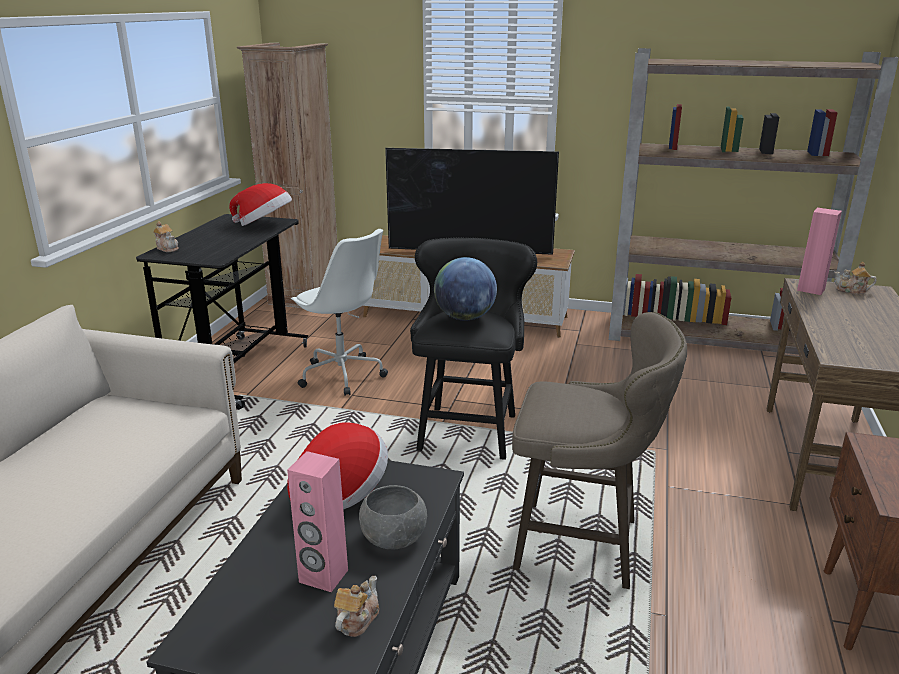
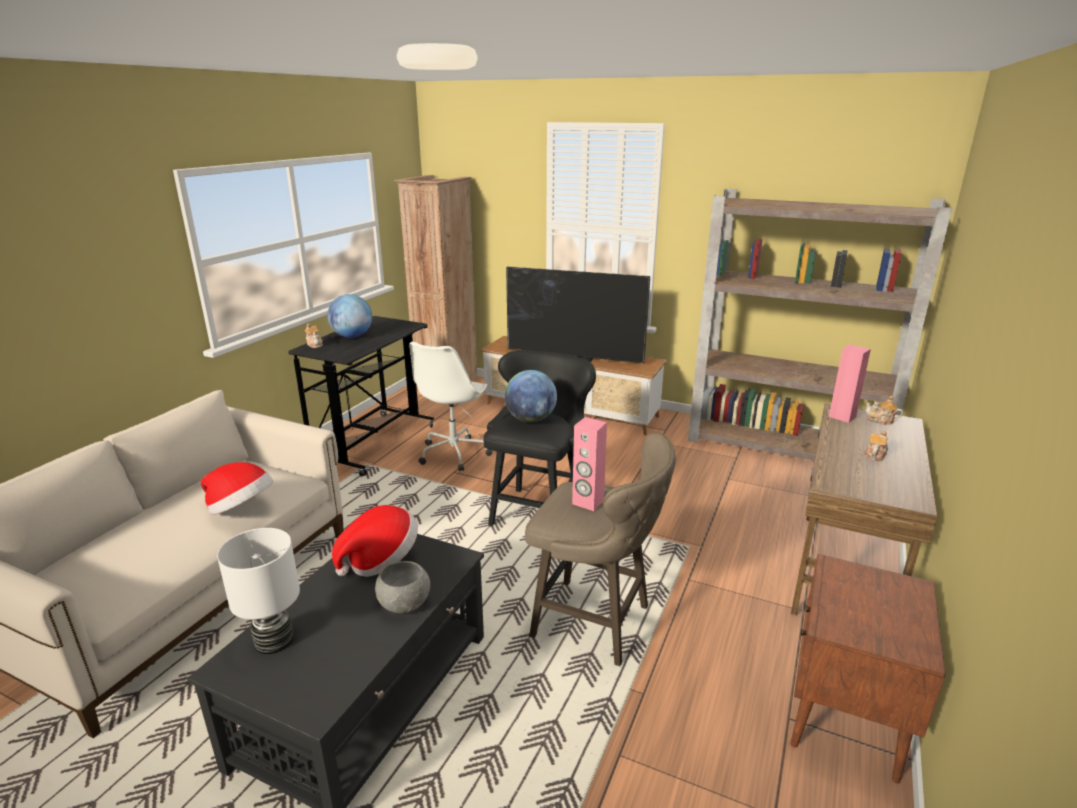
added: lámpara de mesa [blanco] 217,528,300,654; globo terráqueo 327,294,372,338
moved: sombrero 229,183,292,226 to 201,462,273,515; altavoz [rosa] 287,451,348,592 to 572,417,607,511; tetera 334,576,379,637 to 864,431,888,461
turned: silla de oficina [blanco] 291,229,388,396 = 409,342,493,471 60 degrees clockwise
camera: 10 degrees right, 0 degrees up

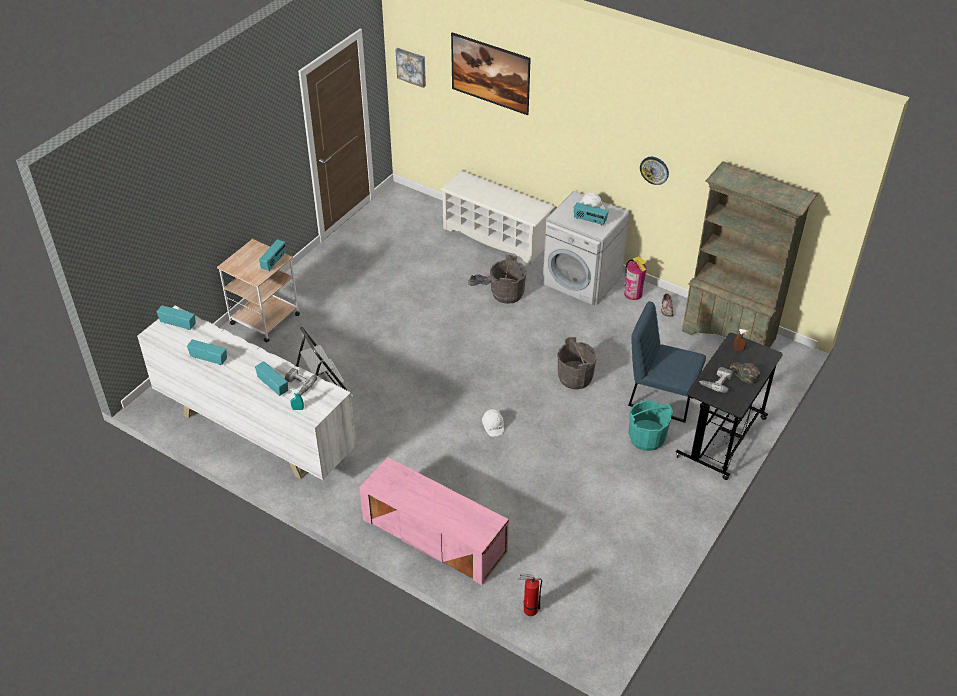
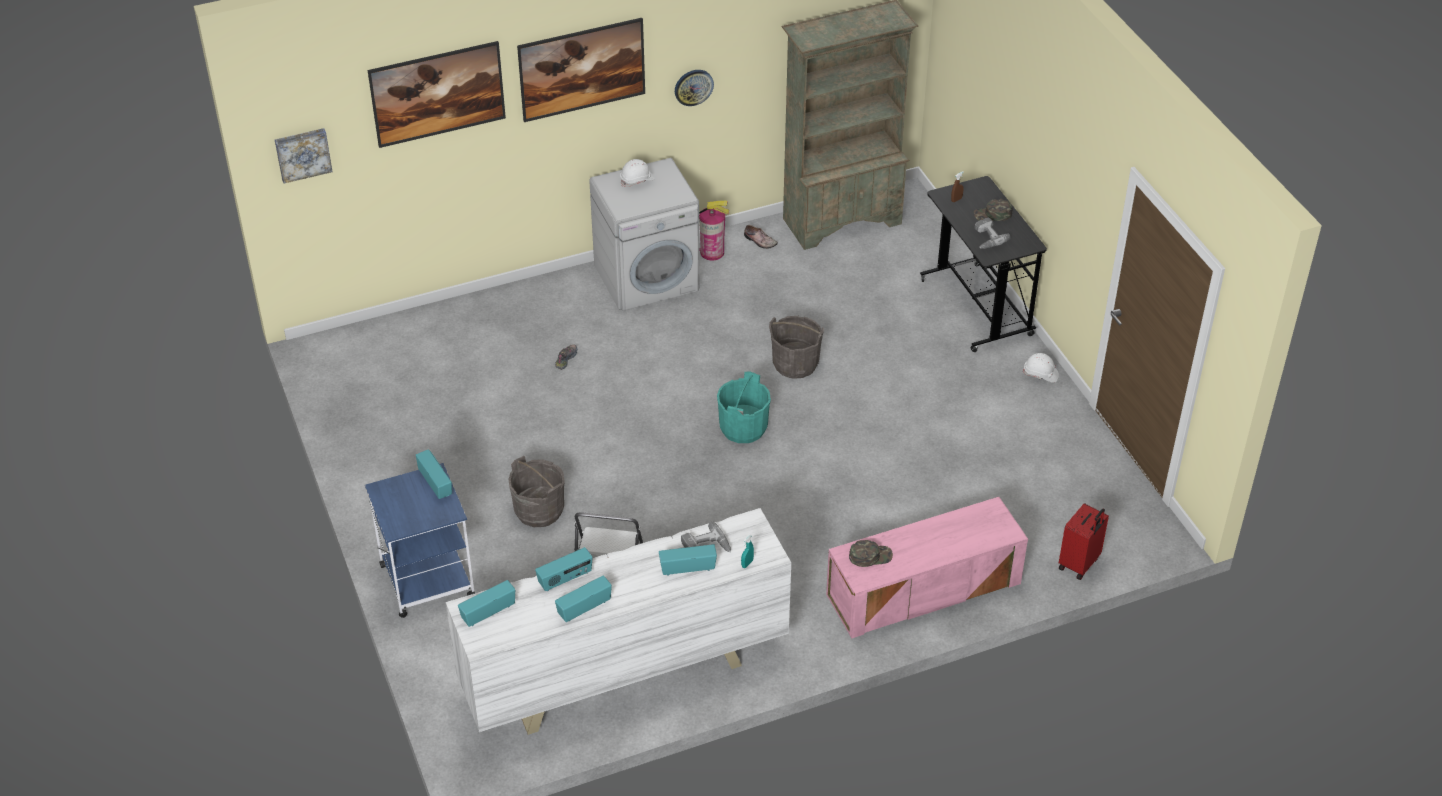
removed: zapatero [blanco] 440,171,554,265; silla [azul] 628,301,706,423
added: cuadro 517,18,645,122; gorra [verde] 849,540,893,567
moved: cubo [gris] 490,255,527,304 to 508,456,565,527; radio 574,202,609,226 to 535,547,593,591; cubo [turquesa] 628,400,673,451 to 717,371,771,443; casco [blanco] 482,409,504,437 to 1023,353,1059,383
replaced: extintor 518,573,542,616 to maleta [rojo] 1059,503,1109,580
recoloured: carrito [beis] 217,239,300,342 to carrito [azul] 365,463,475,618
camera: 55 degrees left, 0 degrees up

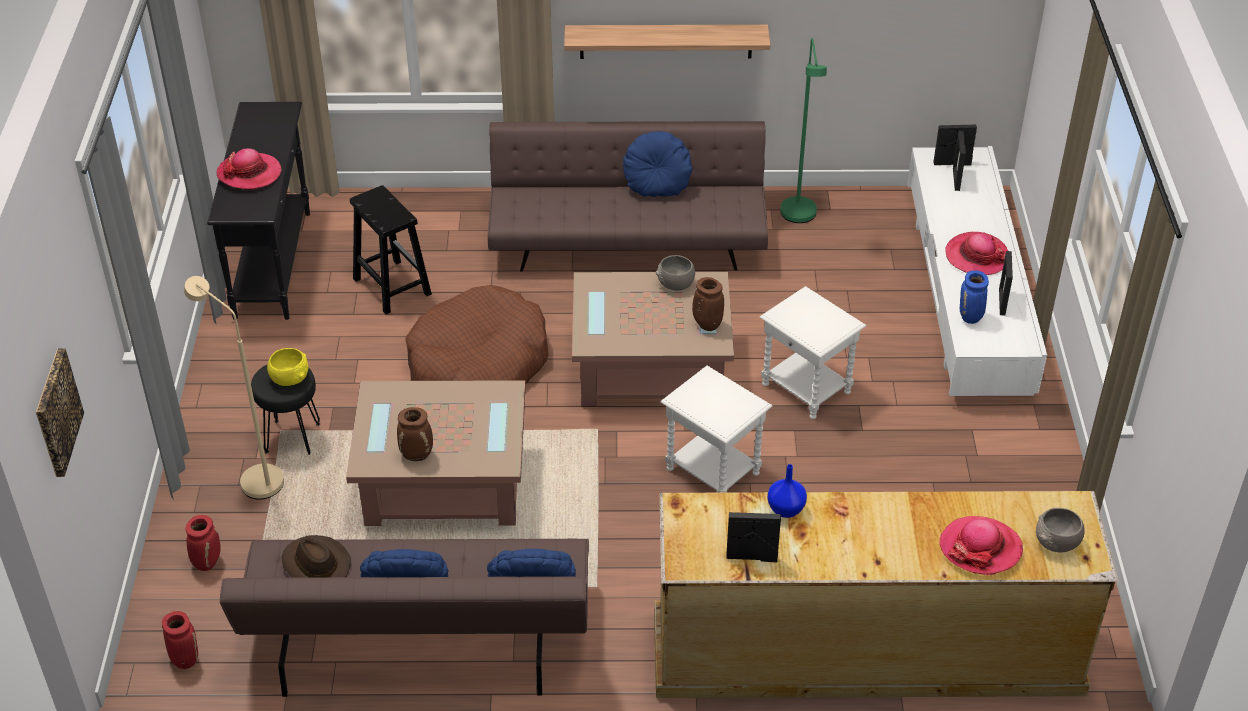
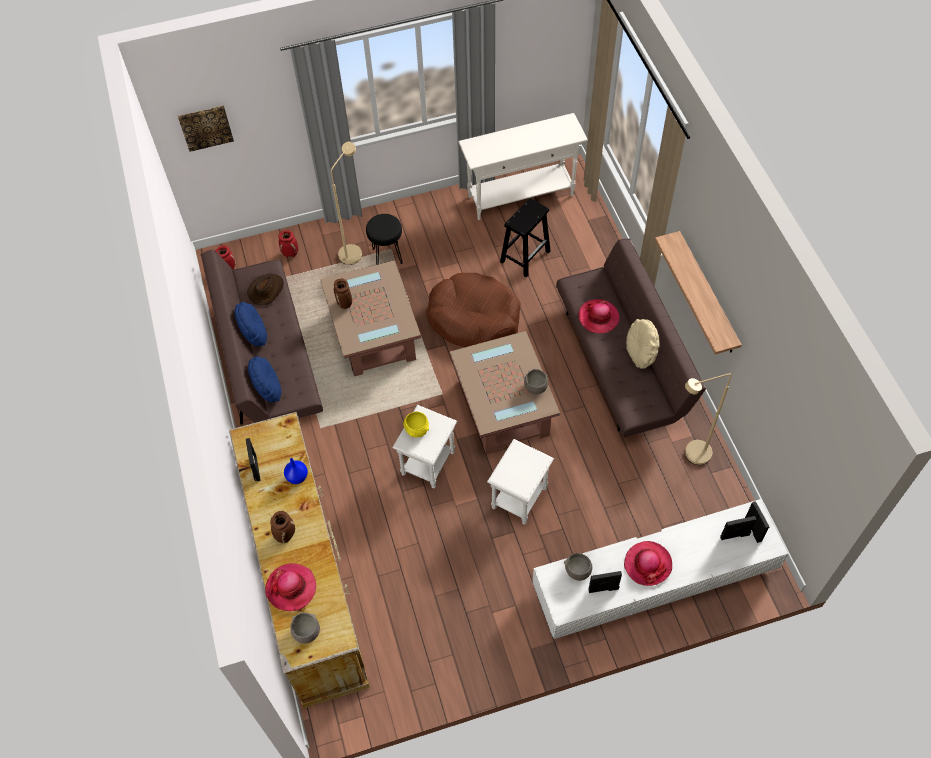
moved: florero [marrón] 692,277,724,331 to 270,511,295,543; cuenco [amarillo] 267,348,308,386 to 404,412,429,438; sombrero 217,148,282,190 to 579,299,620,333
replaced: florero [azul] 960,270,989,324 to cuenco [gris] 564,553,592,581
recoloured: mesa consola [negro] 207,102,310,320 to mesa consola [blanco] 458,113,588,220; cojín [azul] 623,131,693,197 to cojín [beis] 626,319,660,369; lámpara de pie [verde] 780,38,827,223 to lámpara de pie [beis] 685,374,732,465
camera: 75 degrees right, 15 degrees up

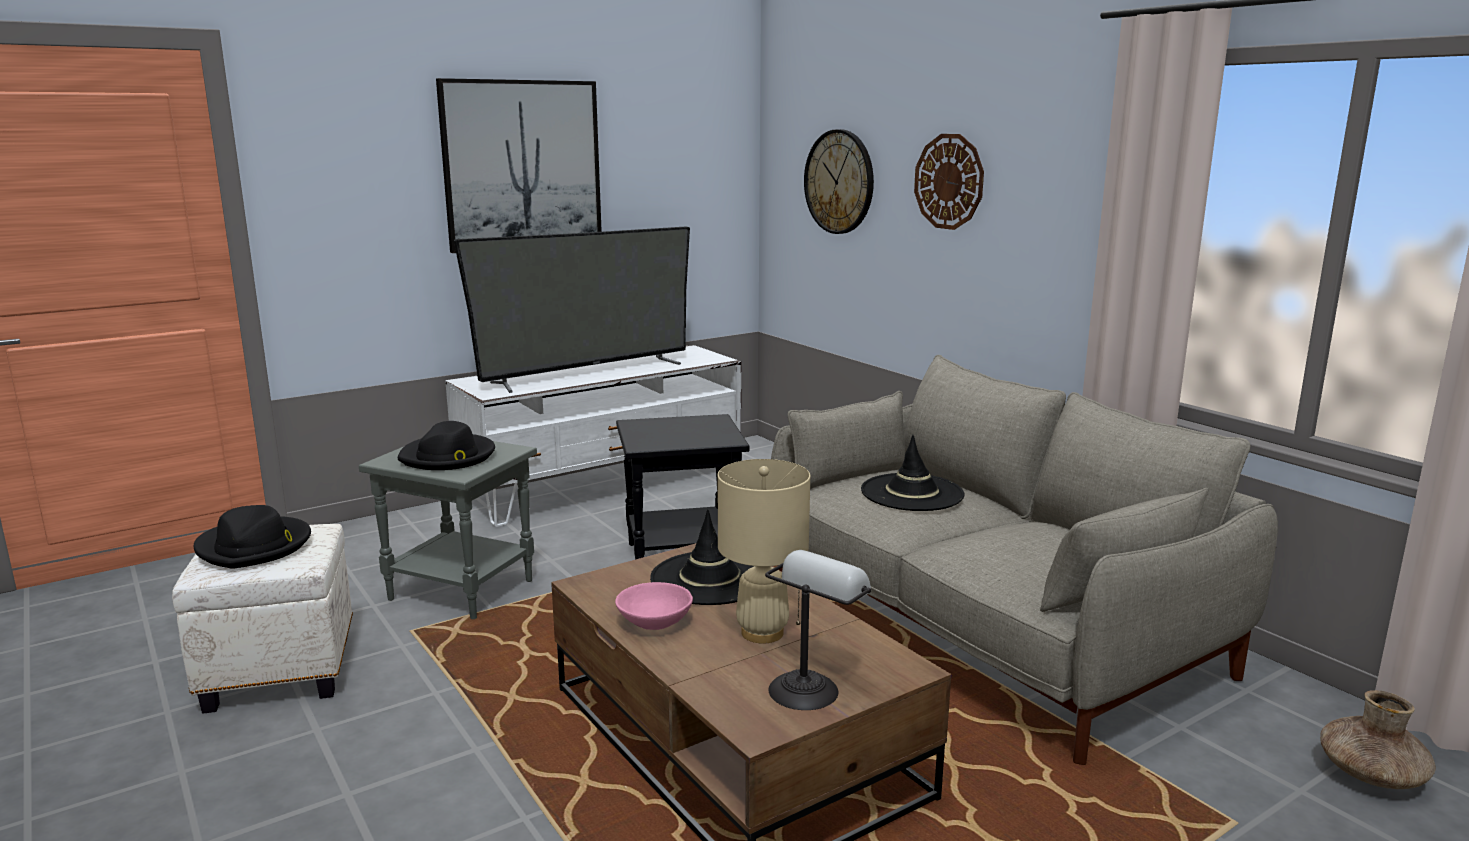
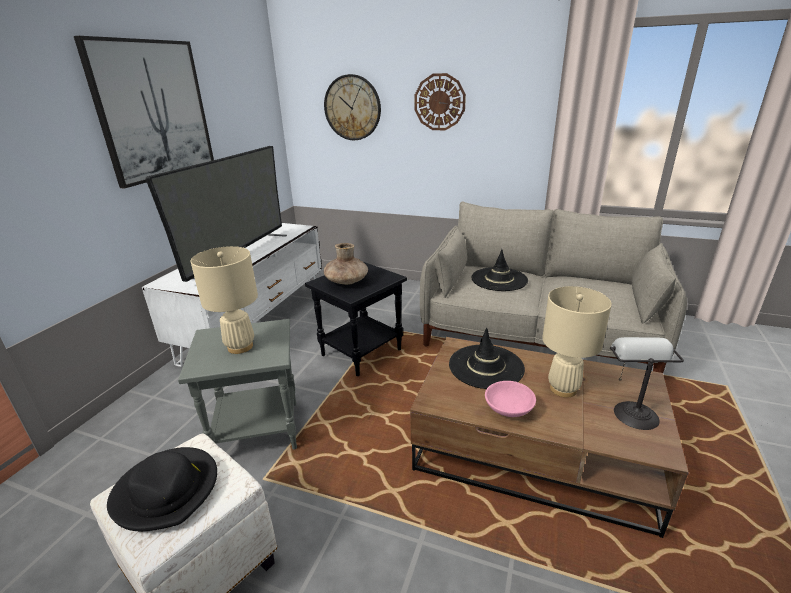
moved: florero [marrón] 1320,690,1436,789 to 324,243,368,285
replaced: sombrero [negro] 398,421,495,470 to lámpara de mesa [beis] 190,246,258,354
camera: 35 degrees left, 10 degrees up

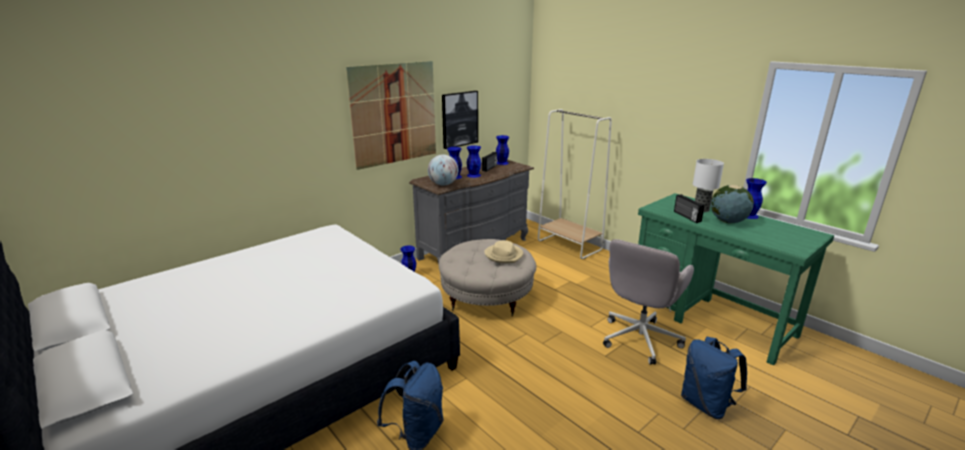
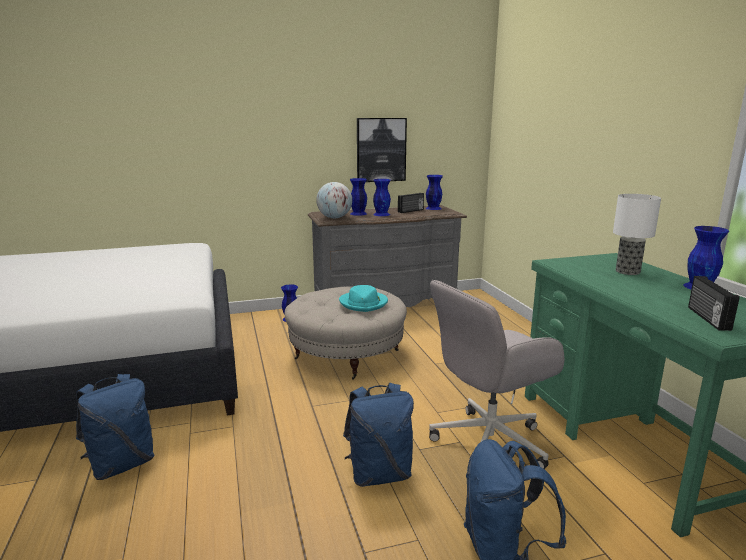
removed: cuadro 346,61,436,170; perchero 538,109,612,259; globo terráqueo 711,185,754,223
added: mochila [azul] 343,383,414,487
moved: radio 674,194,705,223 to 688,276,740,331
recoloured: sombrero [beis] 484,240,523,263 to sombrero [turquesa] 339,285,388,312
camera: 25 degrees right, 5 degrees down

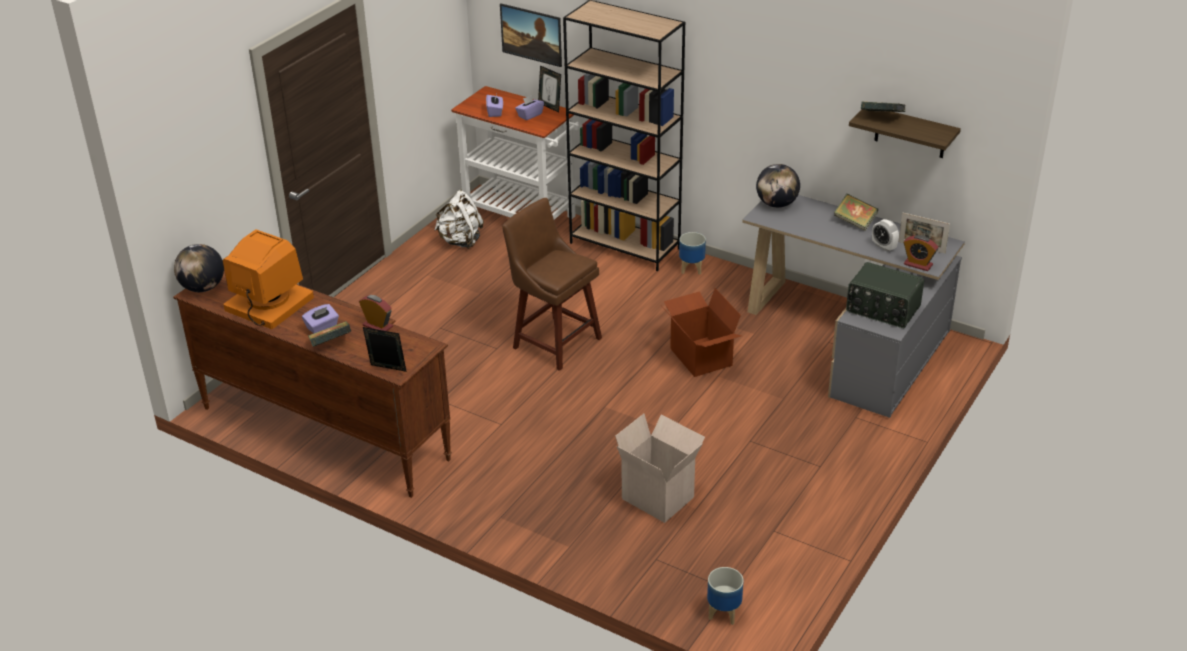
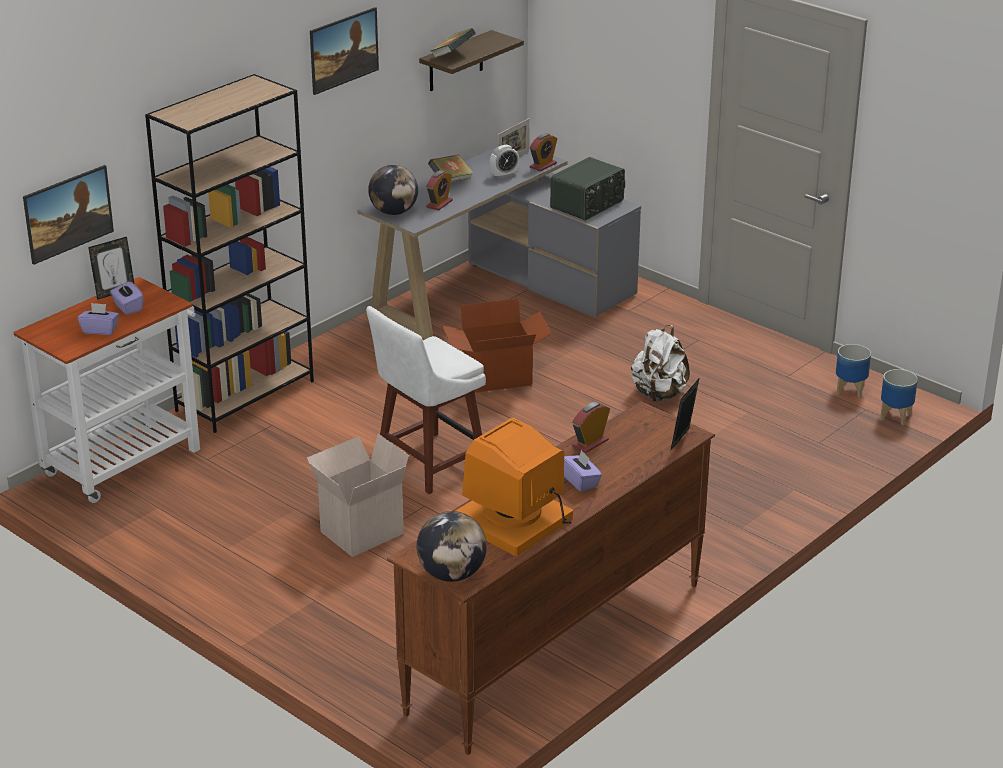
removed: libro 308,321,352,347
added: cuadro 310,7,379,95; despertador 426,170,453,211
moved: caja de cartón 615,414,705,523 to 307,434,409,557; mochila [blanco] 434,190,484,249 to 631,325,690,402; maceta 679,232,706,275 to 836,344,871,398
recoloured: silla [marrón] 502,198,602,371 to silla [blanco] 366,306,486,494
camera: 80 degrees left, 5 degrees down

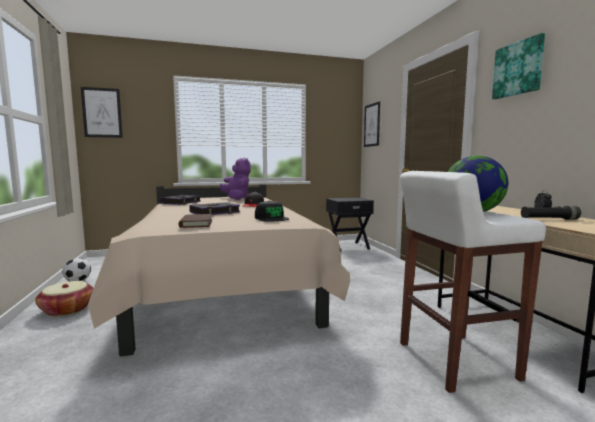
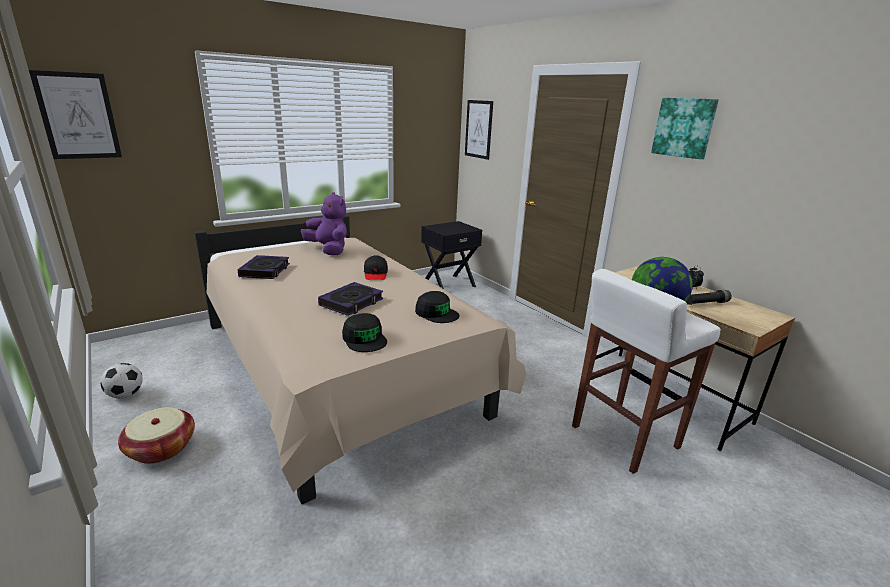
replaced: libro [marrón] 179,214,212,228 to gorra [negro] 342,313,387,352
camera: 20 degrees left, 15 degrees up

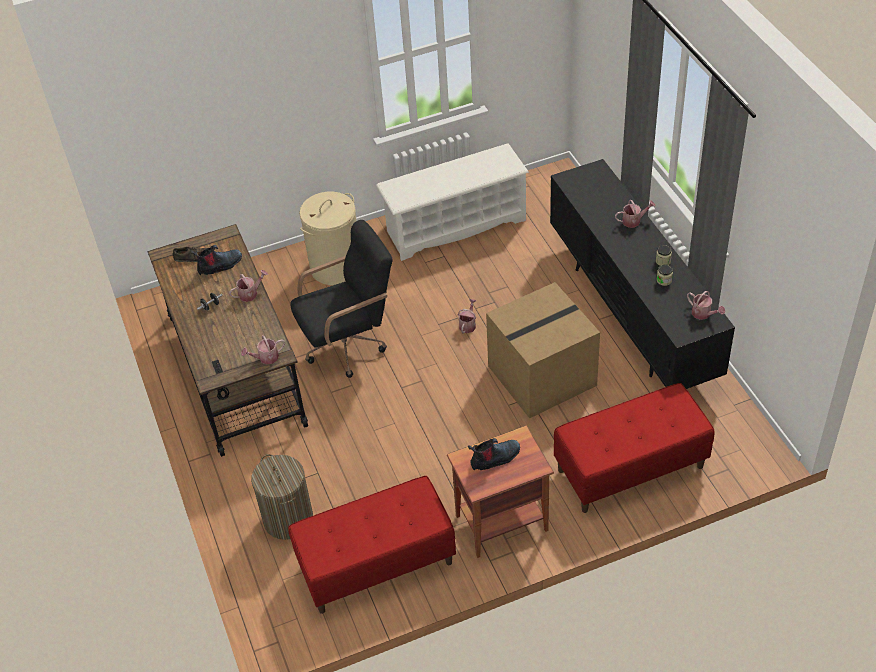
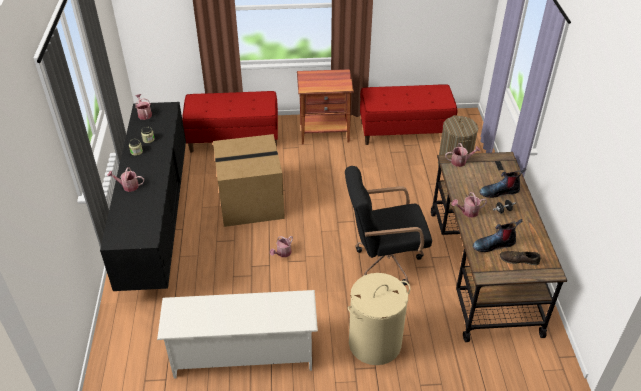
moved: bota 468,438,520,470 to 479,168,526,198
camera: 165 degrees left, 5 degrees down

